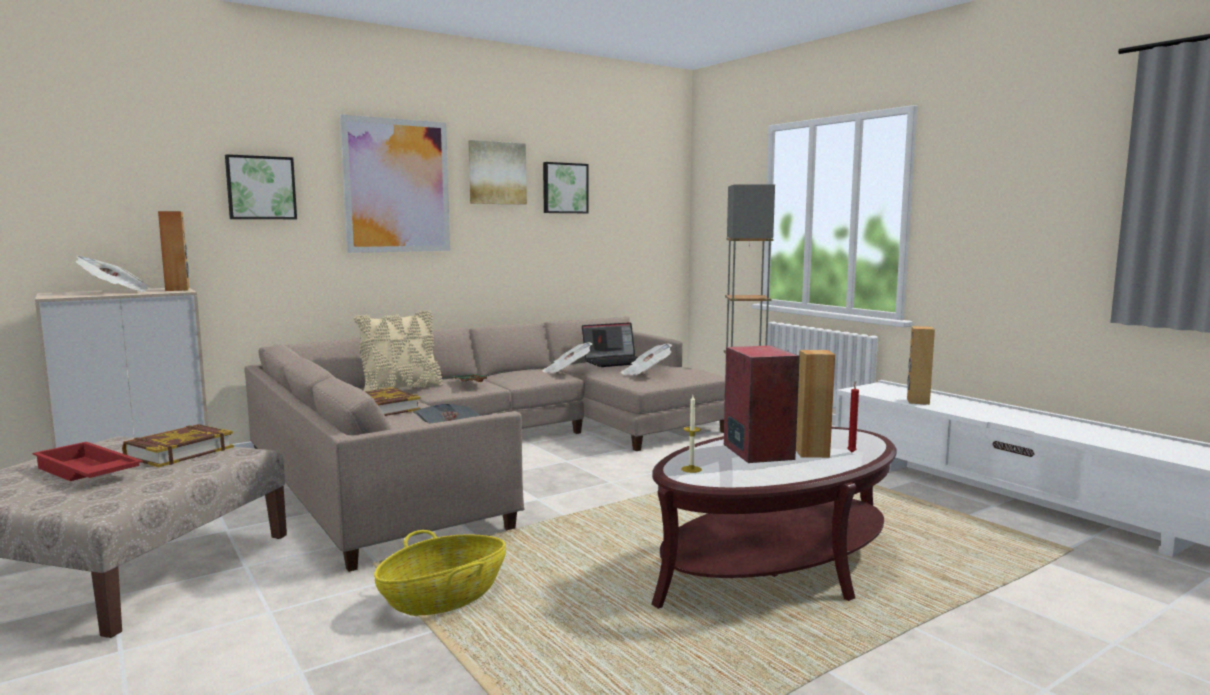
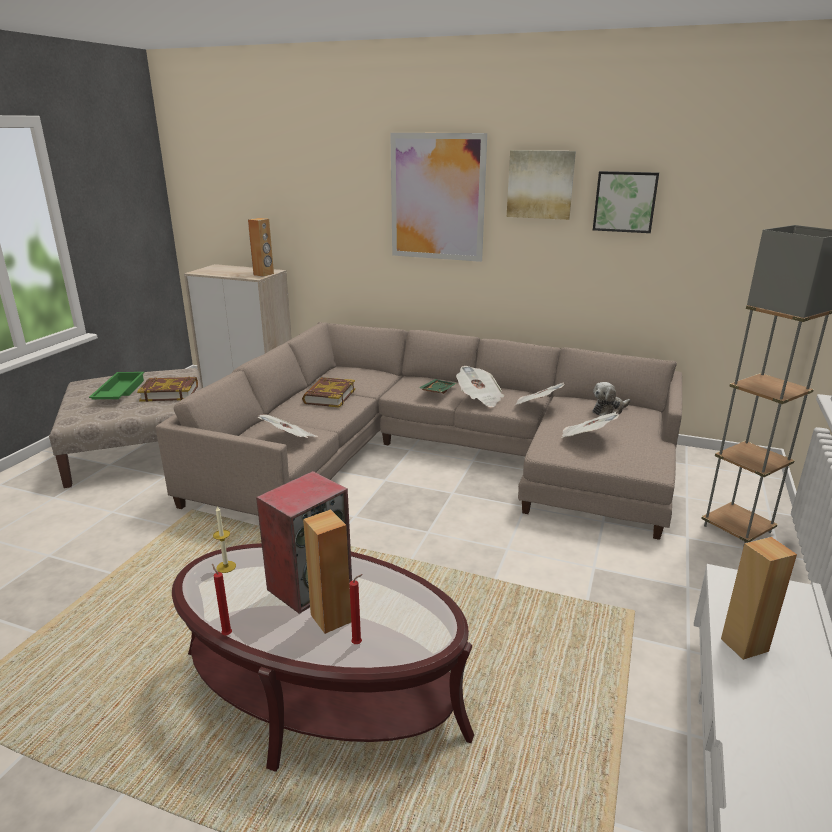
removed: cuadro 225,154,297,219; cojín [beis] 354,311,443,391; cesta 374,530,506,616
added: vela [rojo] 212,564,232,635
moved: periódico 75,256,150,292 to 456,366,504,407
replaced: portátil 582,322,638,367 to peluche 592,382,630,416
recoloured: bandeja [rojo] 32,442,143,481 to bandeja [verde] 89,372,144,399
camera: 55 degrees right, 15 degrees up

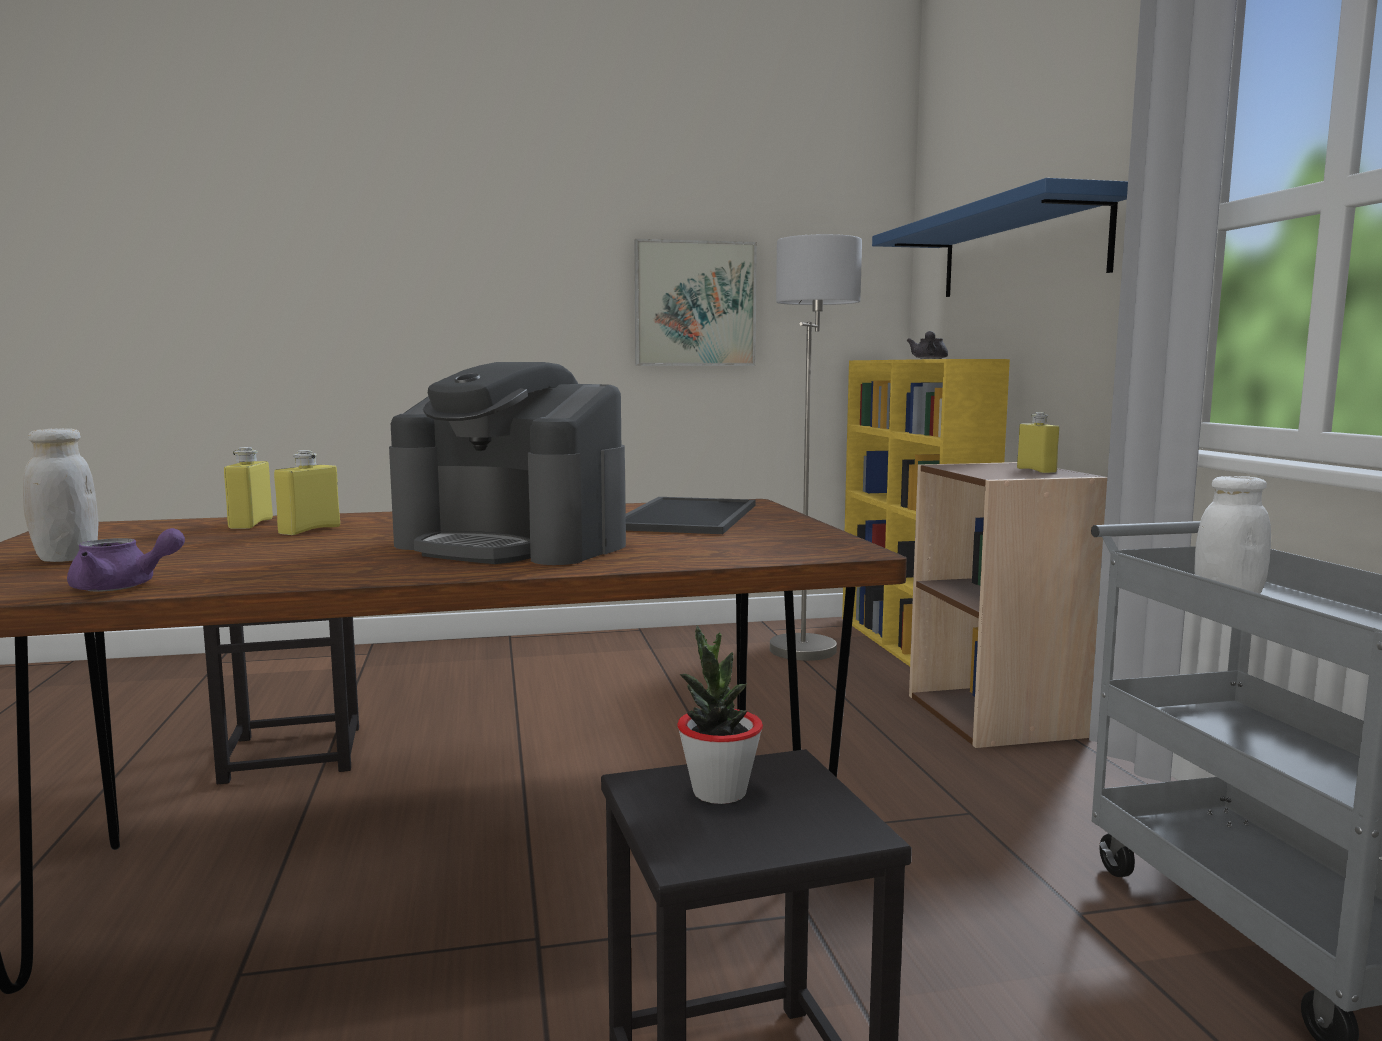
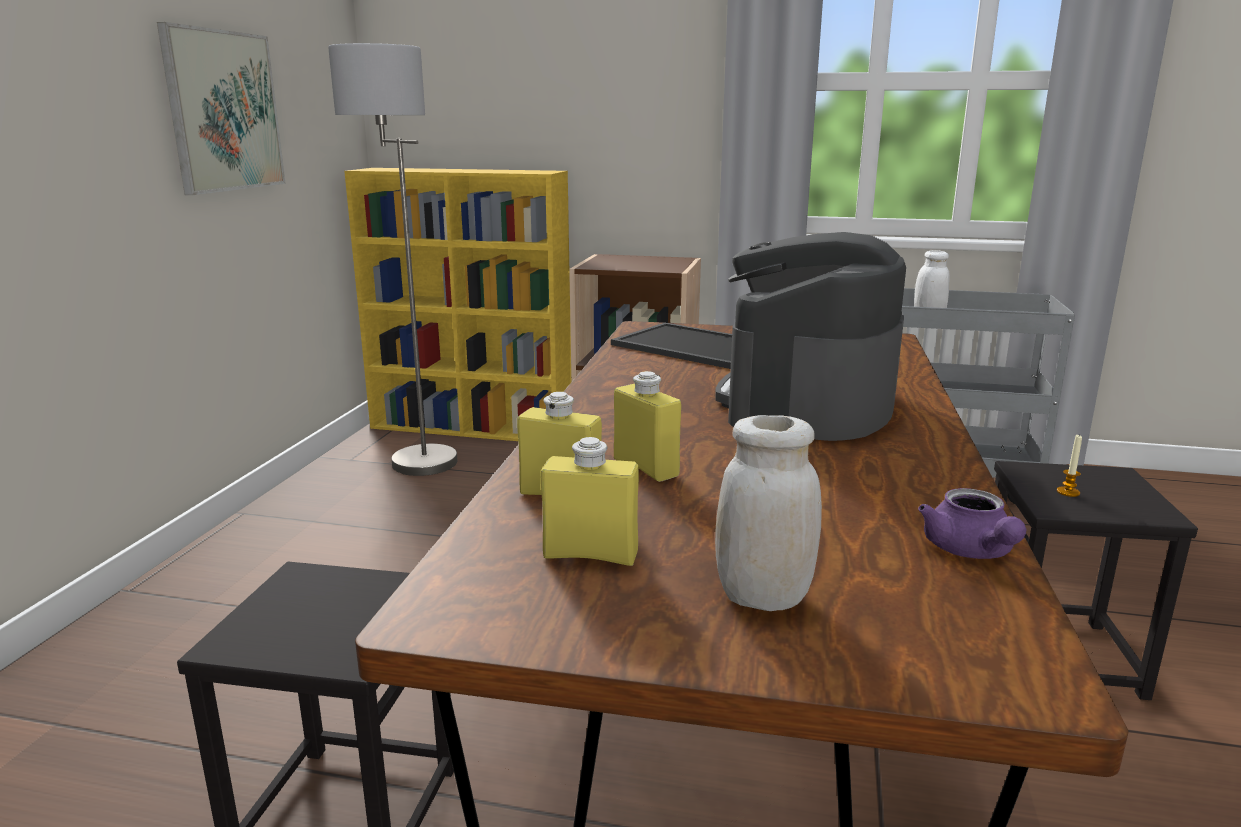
removed: estante [azul] 872,178,1128,297; tetera [gris] 907,331,948,359
moved: botella [amarillo] 1017,412,1059,473 to 541,437,639,566
replaced: planta en maceta 677,625,763,804 to vela 1057,434,1082,497
turned: cafetera 389,362,626,565 = 715,232,906,441 150 degrees clockwise; tetera [morado] 67,528,185,592 = 918,488,1027,559 150 degrees clockwise
camera: 65 degrees left, 10 degrees up

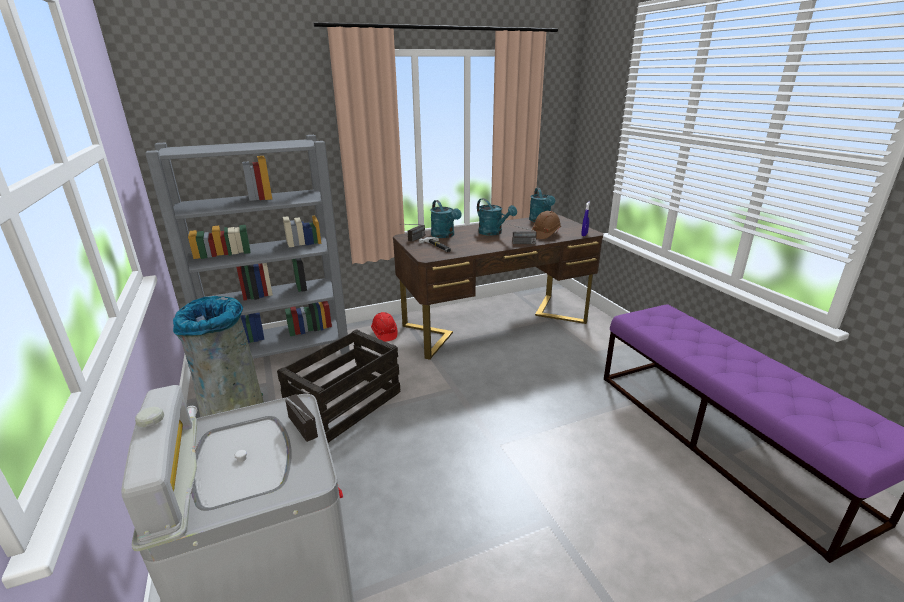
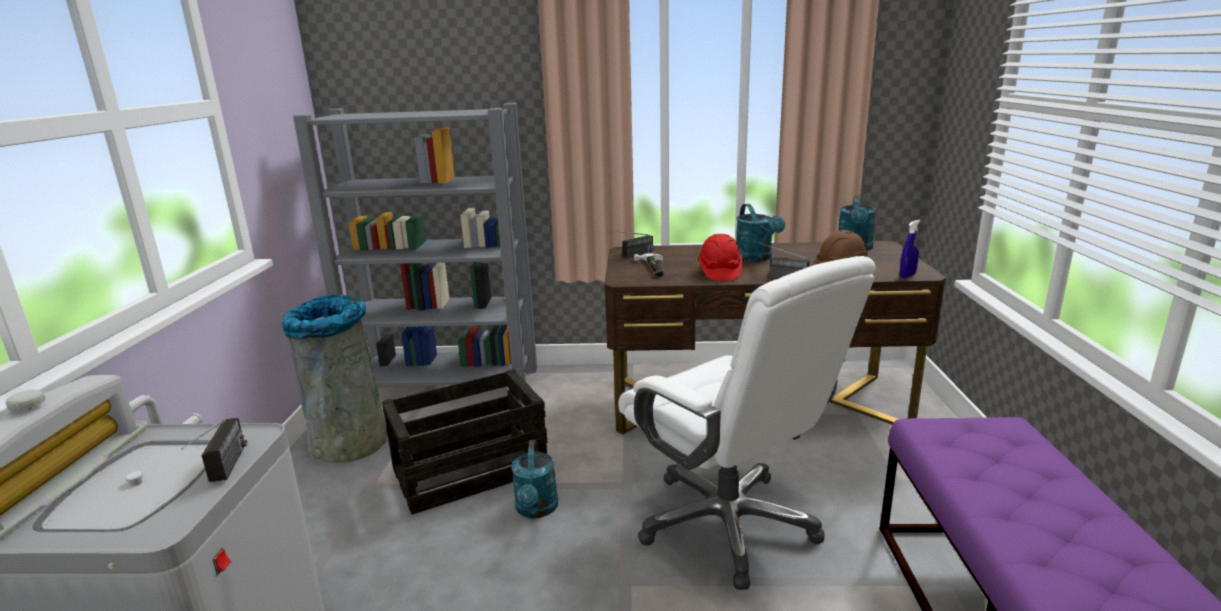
added: silla de oficina [blanco] 618,256,876,590
moved: regadera [turquesa] 430,200,461,238 to 511,440,558,518; casco [rojo] 371,312,398,342 to 698,234,742,281
camera: 25 degrees right, 5 degrees down

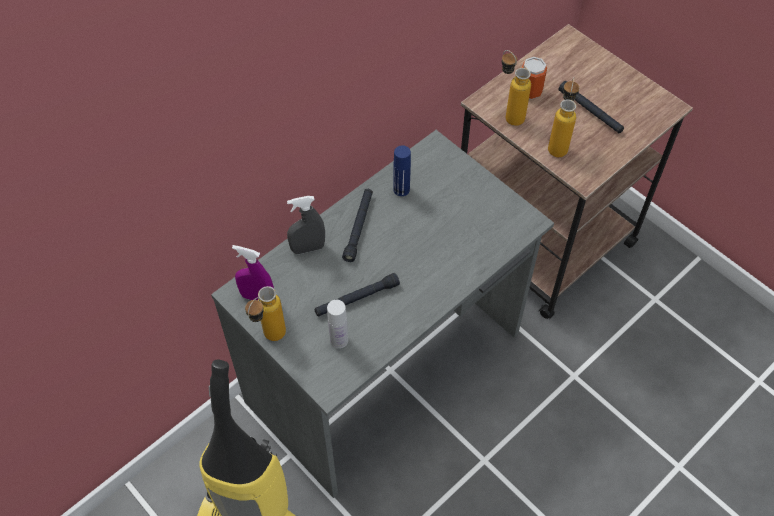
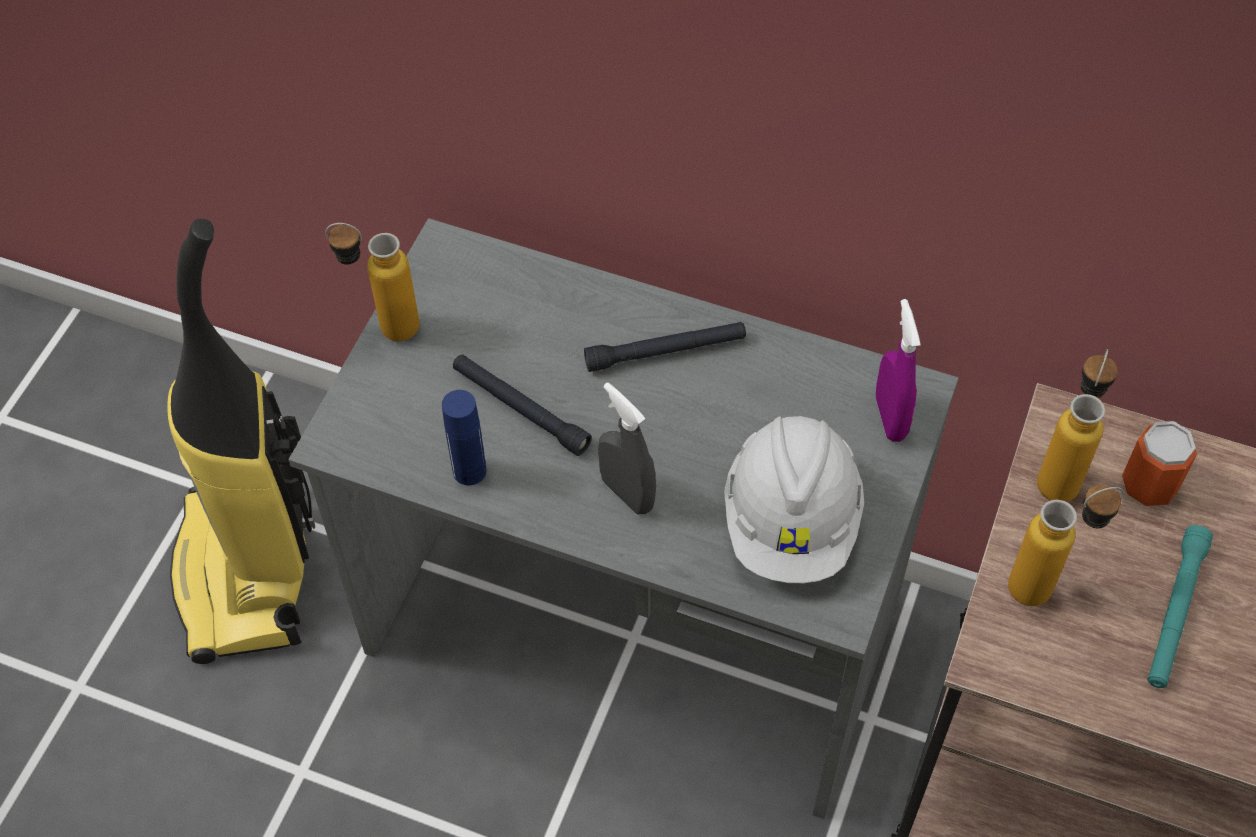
removed: botella [blanco] 327,300,348,349
added: casco [blanco] 724,416,864,583
moved: botella [azul] 393,145,411,196 to 442,390,487,485; pulverizador [gris] 287,196,325,254 to 598,382,656,514; pulverizador [morado] 232,245,274,300 to 876,299,920,442
recoloured: linterna [negro] 558,81,624,133 to linterna [turquesa] 1147,525,1213,688
camera: 65 degrees right, 0 degrees up

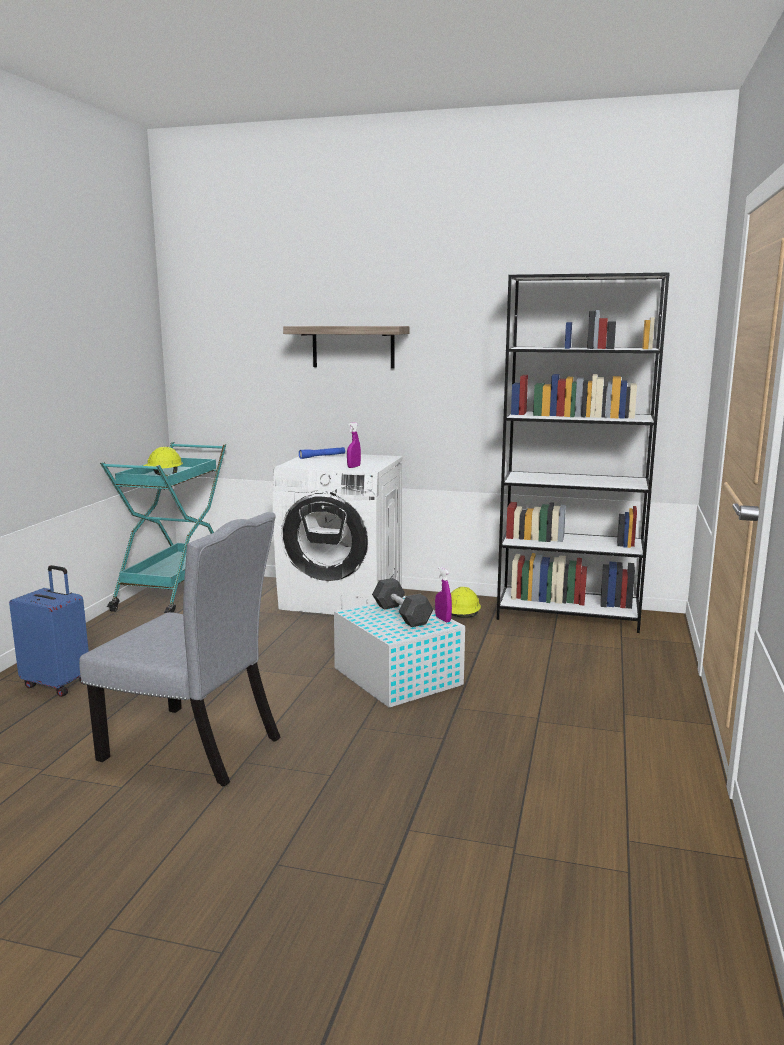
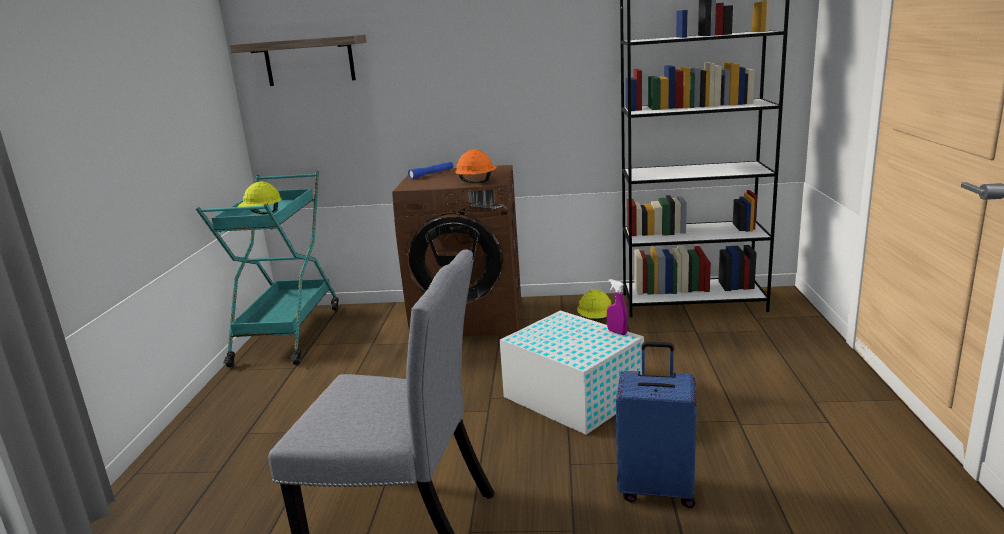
removed: mancuerna [gris] 372,578,433,627
moved: estante 283,326,410,368 to 229,35,366,86; maleta [azul] 9,565,89,697 to 616,342,697,508
replaced: pulverizador [morado] 347,422,361,468 to casco [naranja] 455,149,497,183
recoloured: lavadora [blanco] 273,454,403,615 to lavadora [marrón] 392,165,521,336
camera: 10 degrees left, 5 degrees up

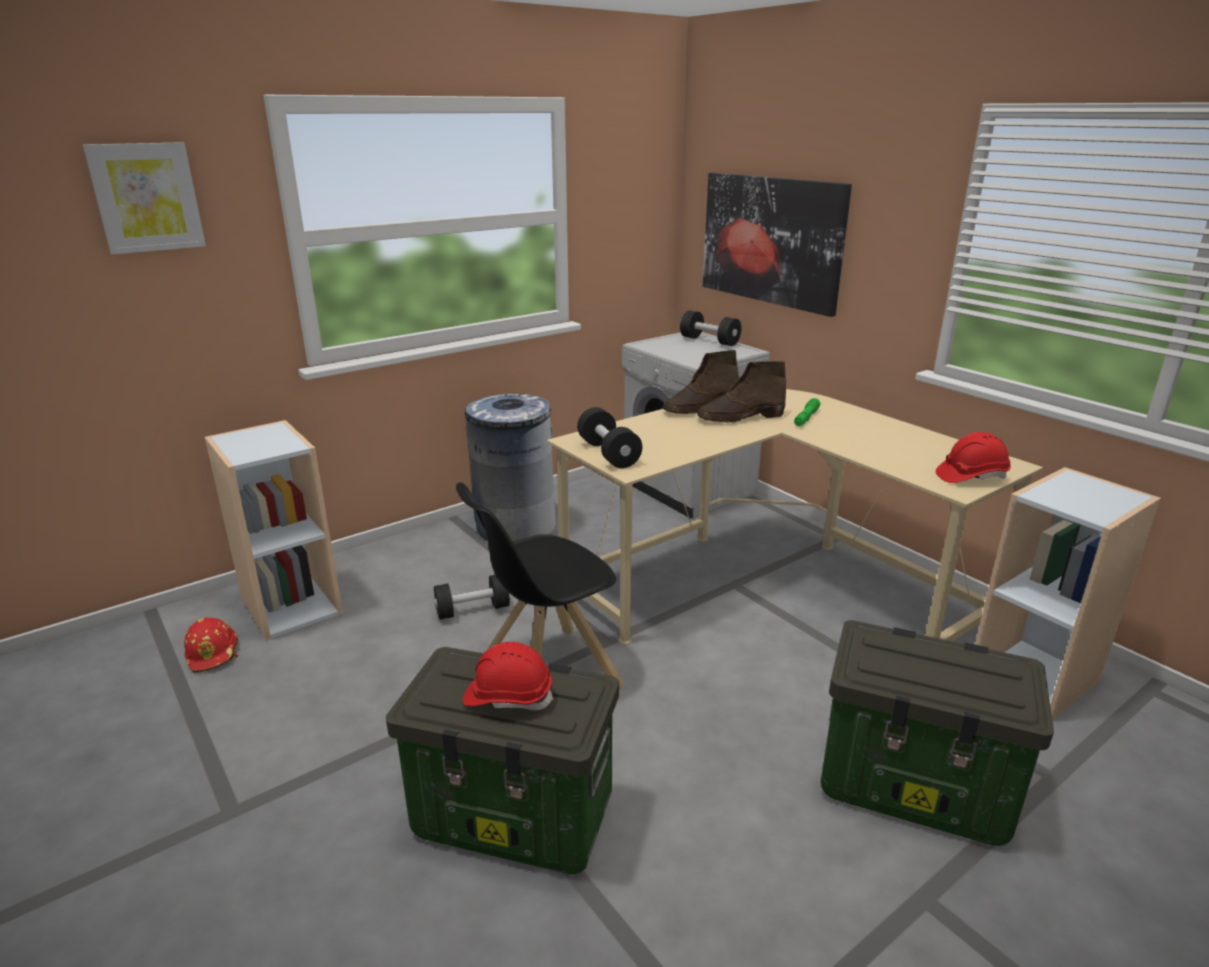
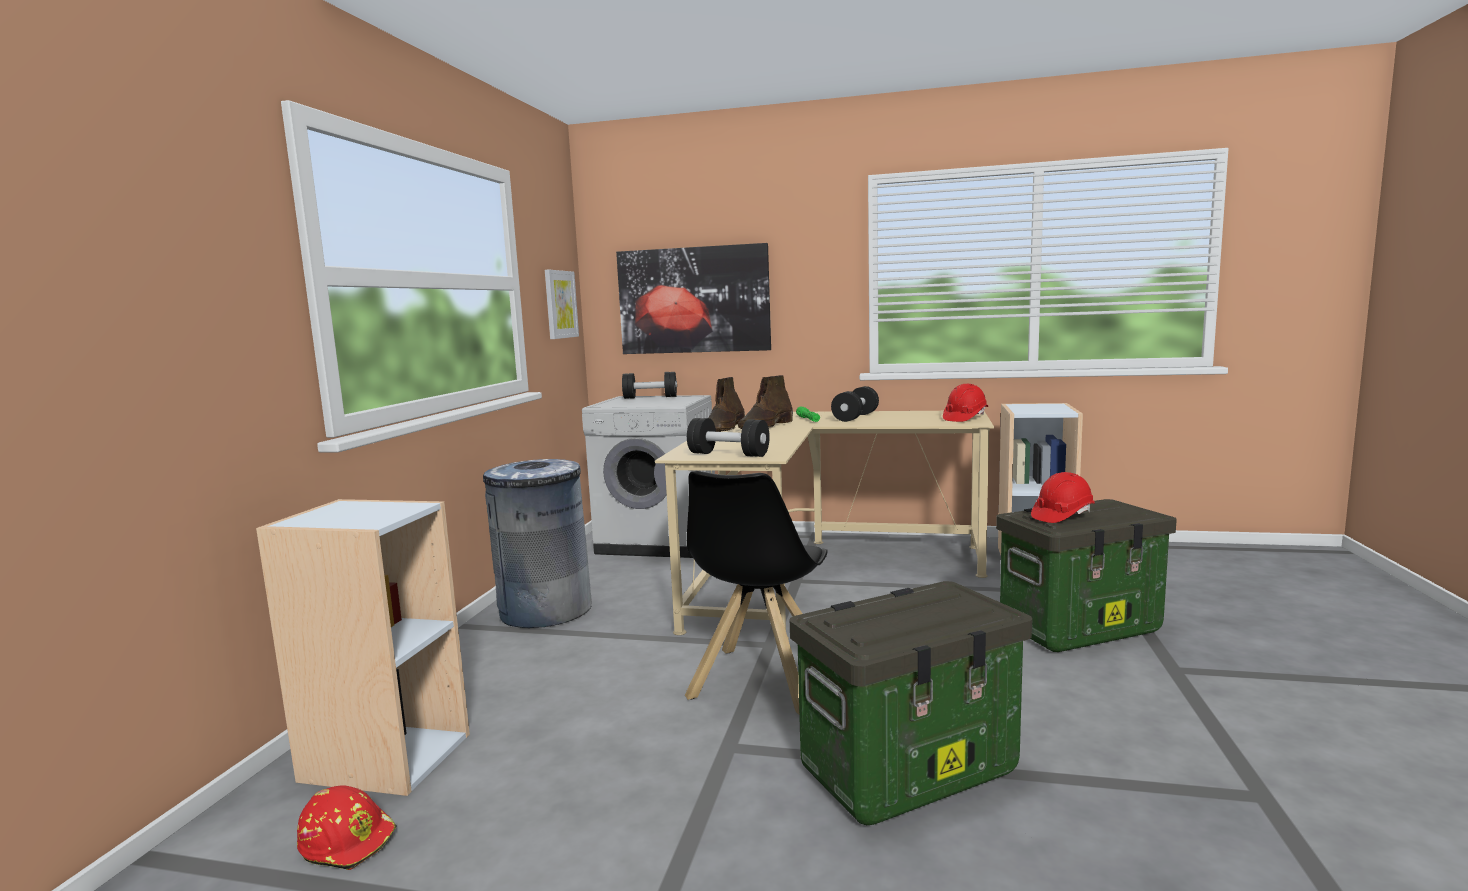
moved: cuadro 83,142,206,255 to 545,270,579,339; mancuerna [negro] 434,575,510,620 to 831,386,879,422; casco [rojo] 463,642,554,710 to 1031,472,1095,523
camera: 40 degrees left, 15 degrees down

